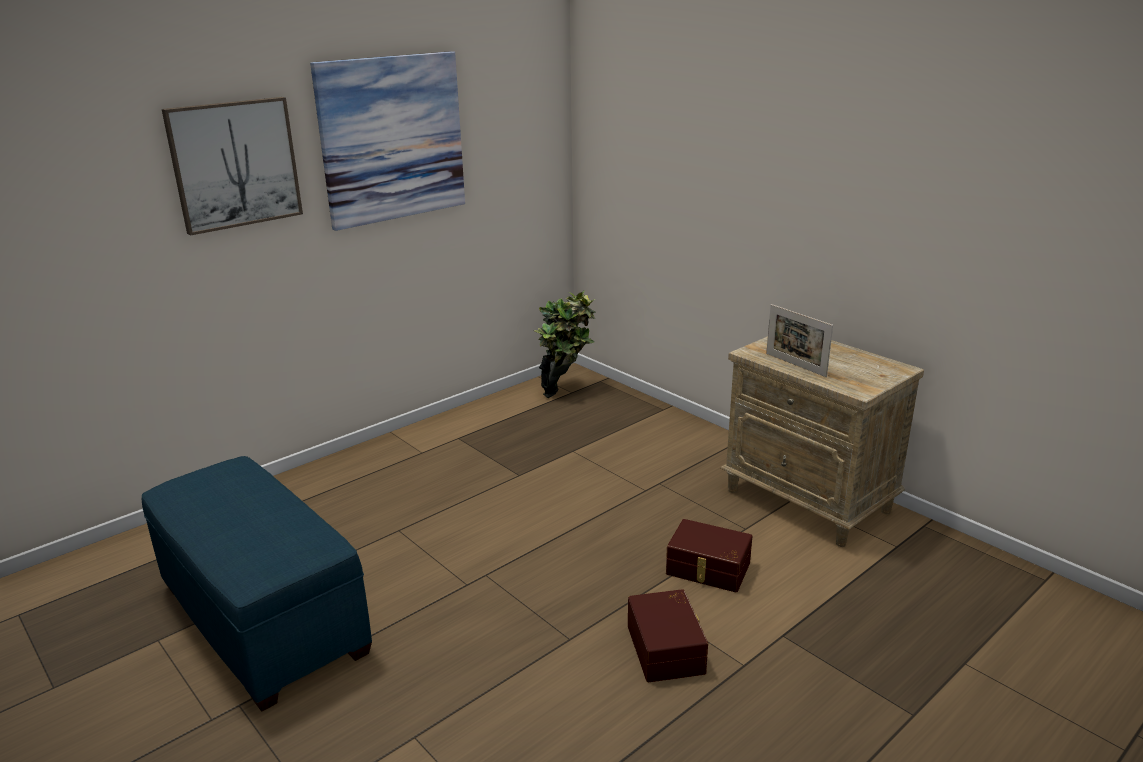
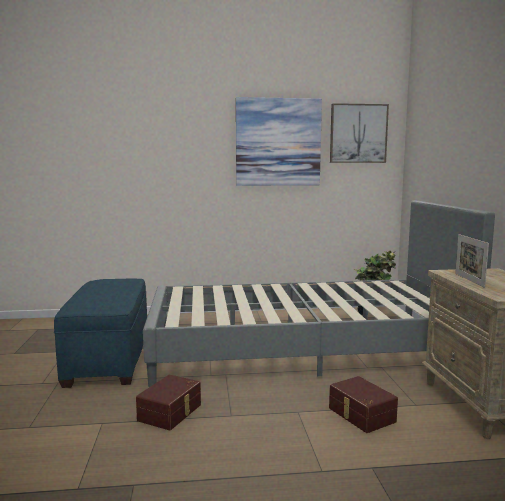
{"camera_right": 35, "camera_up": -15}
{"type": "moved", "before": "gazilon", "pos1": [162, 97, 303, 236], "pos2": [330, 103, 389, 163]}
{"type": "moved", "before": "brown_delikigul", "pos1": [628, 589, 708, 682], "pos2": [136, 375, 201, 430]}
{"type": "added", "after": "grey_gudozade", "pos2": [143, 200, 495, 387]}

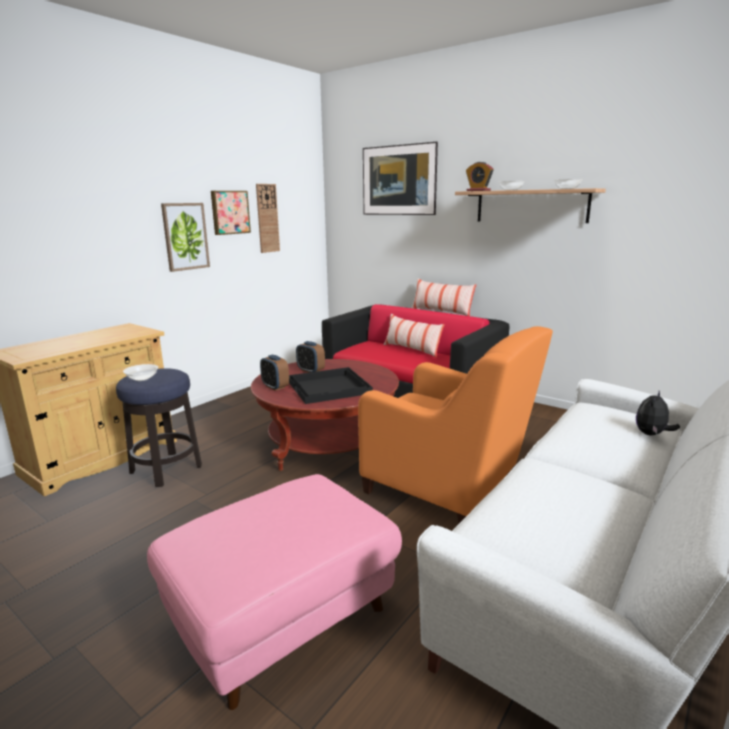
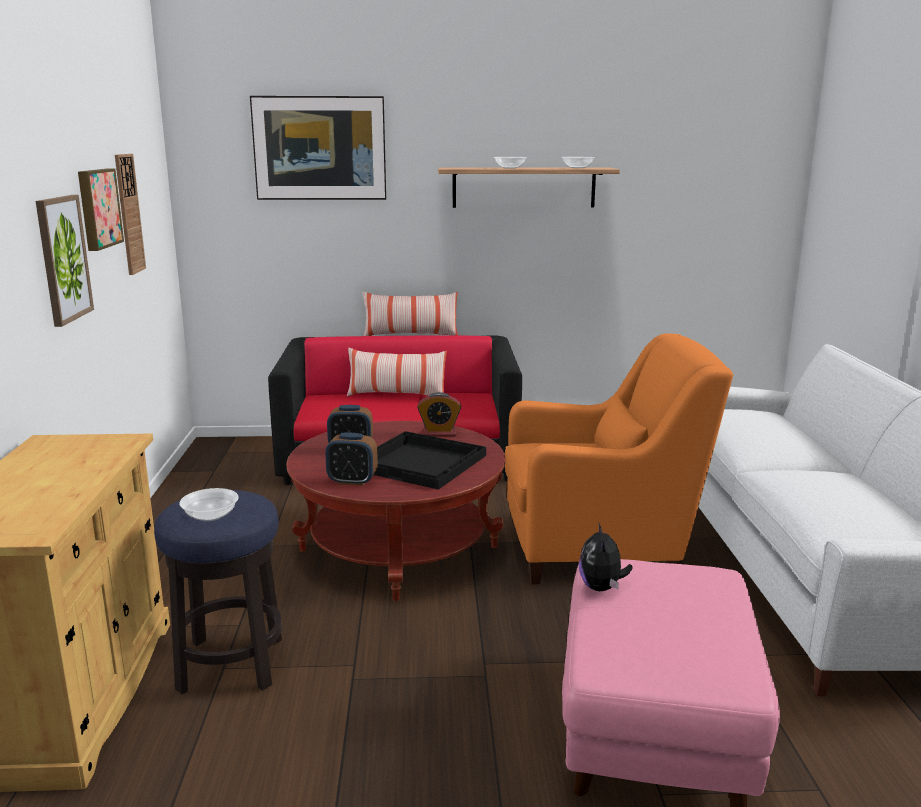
{"camera_right": -40, "camera_up": 0}
{"type": "moved", "before": "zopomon", "pos1": [466, 162, 494, 191], "pos2": [417, 392, 461, 437]}
{"type": "moved", "before": "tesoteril", "pos1": [636, 391, 680, 435], "pos2": [579, 523, 633, 591]}

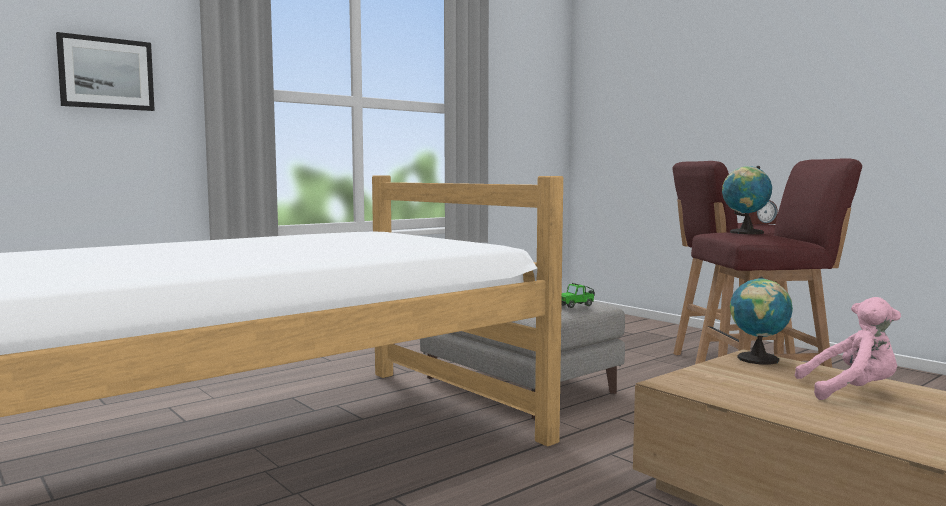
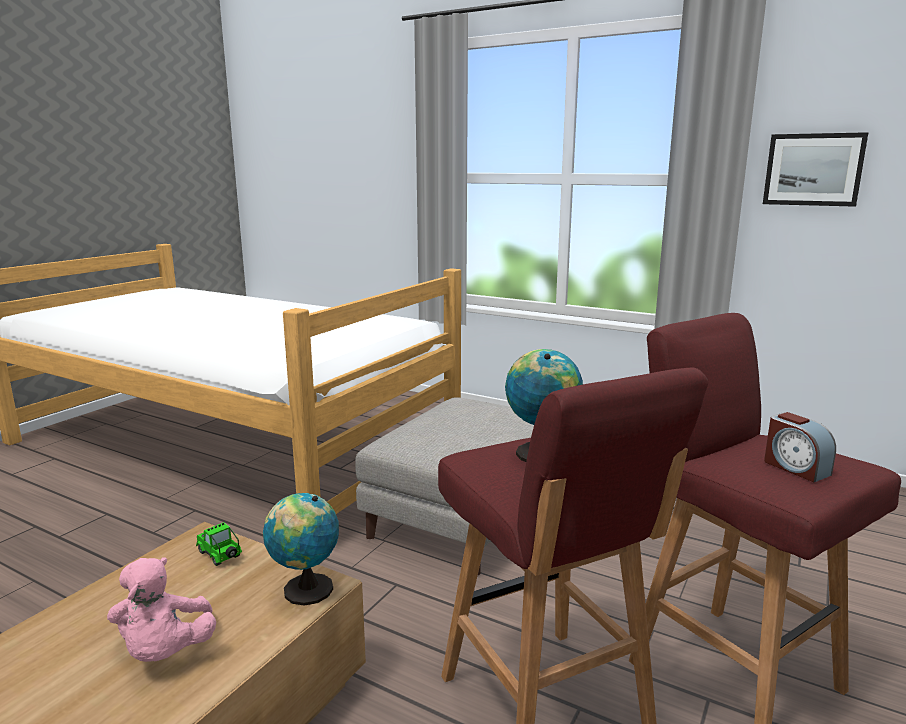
{"camera_right": 70, "camera_up": 10}
{"type": "moved", "before": "gazilon", "pos1": [56, 32, 155, 111], "pos2": [763, 132, 869, 207]}
{"type": "moved", "before": "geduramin", "pos1": [561, 283, 595, 308], "pos2": [196, 522, 242, 566]}

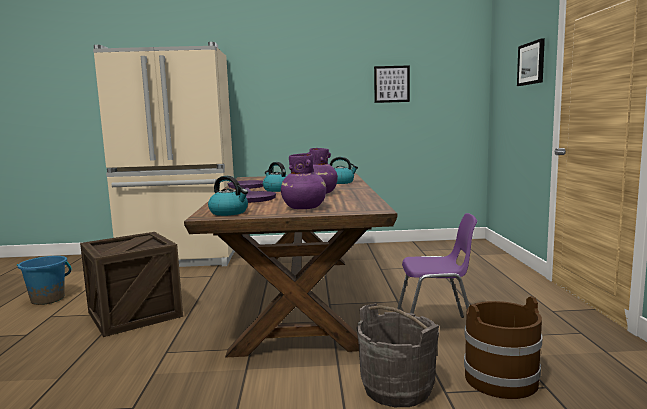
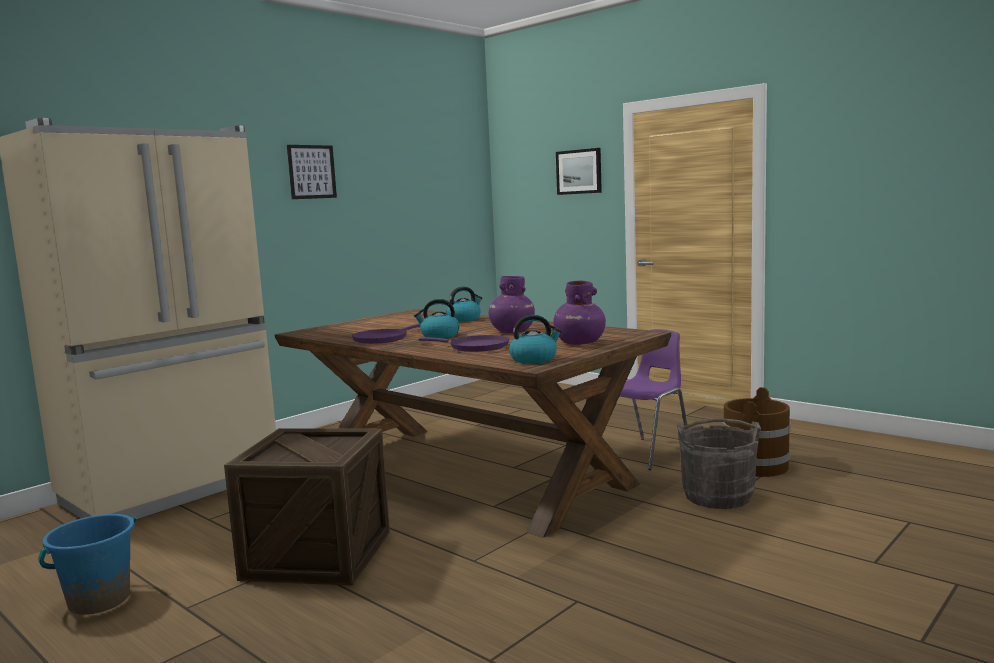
{"camera_right": -45, "camera_up": 0}
{"type": "moved", "before": "gazilon", "pos1": [374, 65, 410, 103], "pos2": [287, 145, 337, 199]}

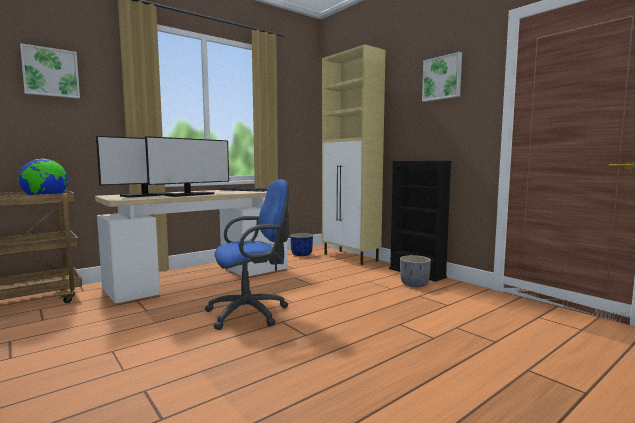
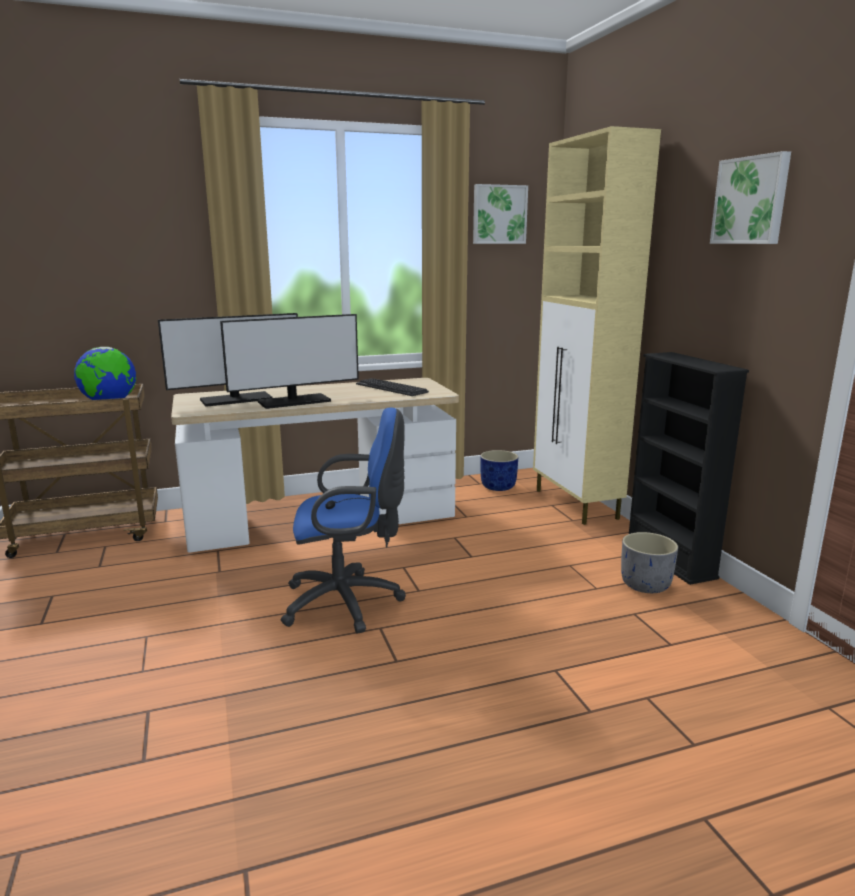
{"camera_right": 20, "camera_up": 10}
{"type": "moved", "before": "gazilon", "pos1": [20, 43, 80, 99], "pos2": [473, 184, 528, 244]}

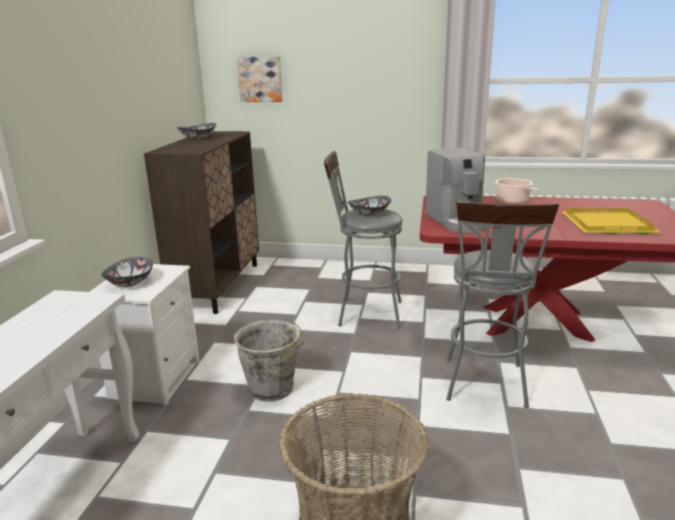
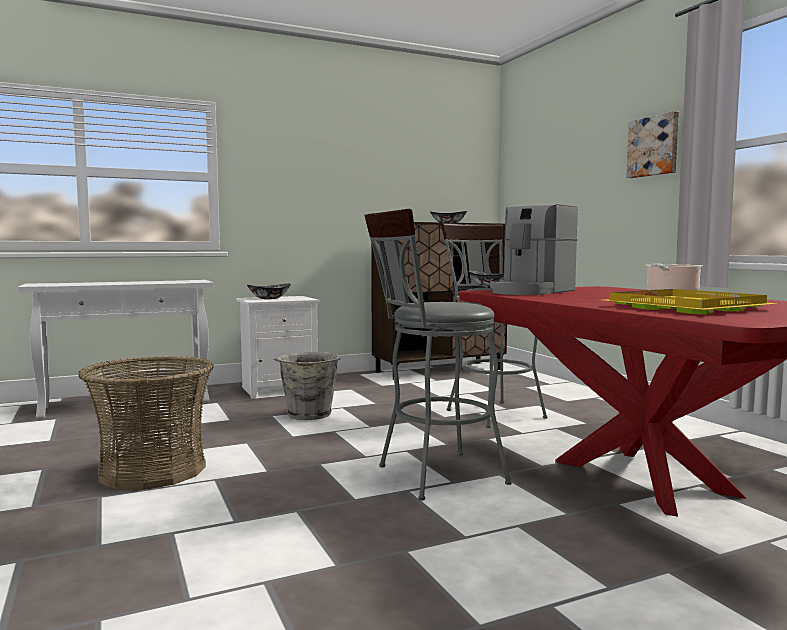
{"camera_right": 55, "camera_up": -15}
{"type": "moved", "before": "gazilon", "pos1": [237, 56, 283, 102], "pos2": [626, 111, 679, 178]}

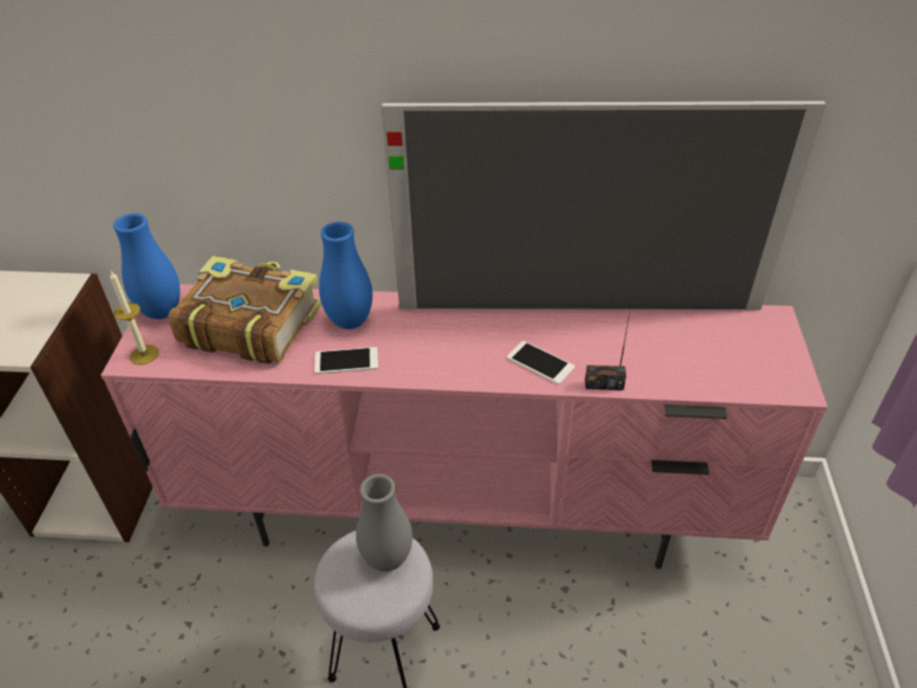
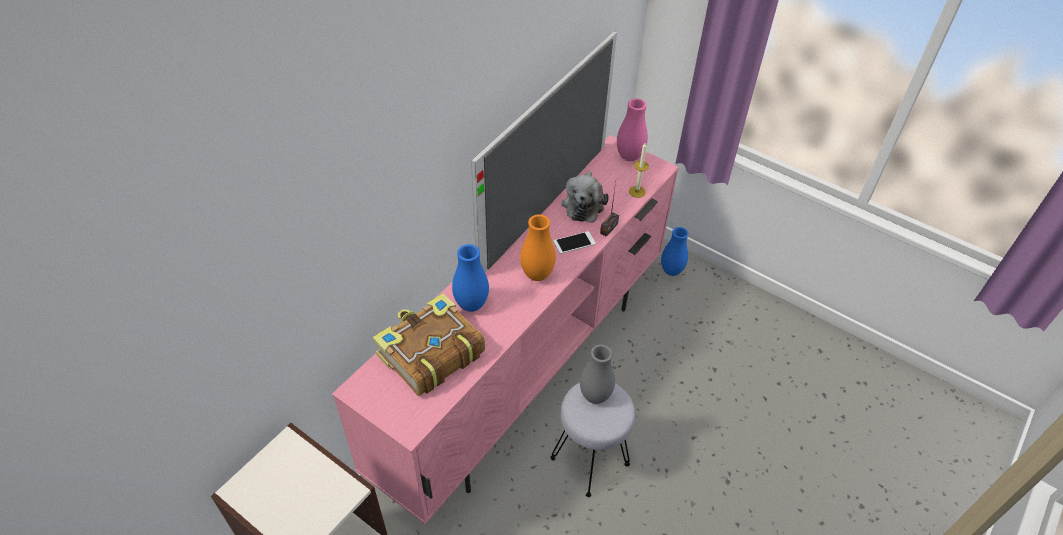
{"camera_right": -60, "camera_up": 5}
{"type": "moved", "before": "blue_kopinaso", "pos1": [113, 213, 180, 319], "pos2": [661, 227, 688, 276]}
{"type": "moved", "before": "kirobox", "pos1": [110, 271, 159, 365], "pos2": [629, 143, 649, 198]}
{"type": "removed", "before": "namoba", "pos1": [315, 347, 378, 374]}
{"type": "added", "after": "pink_kopinaso", "pos2": [617, 99, 648, 161]}
{"type": "added", "after": "tesoteril", "pos2": [561, 171, 609, 223]}
{"type": "added", "after": "orange_kopinaso", "pos2": [520, 214, 556, 281]}

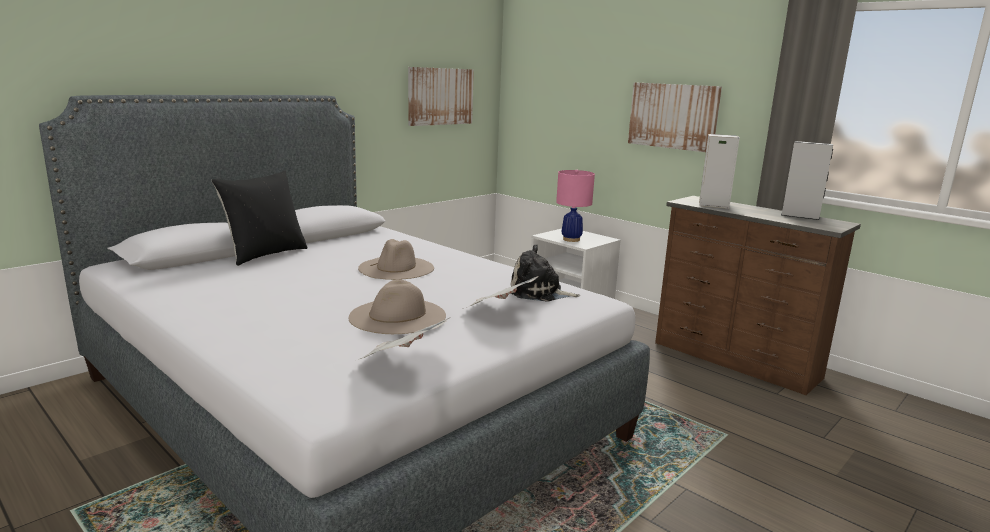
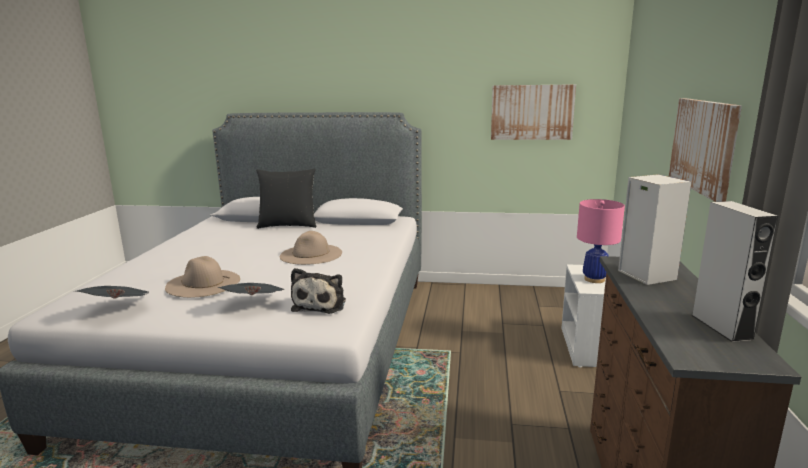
{"camera_right": 55, "camera_up": 0}
{"type": "turned", "before": "tesoteril", "pos1": [510, 244, 580, 302], "pos2": [291, 268, 346, 314], "turn": -150}

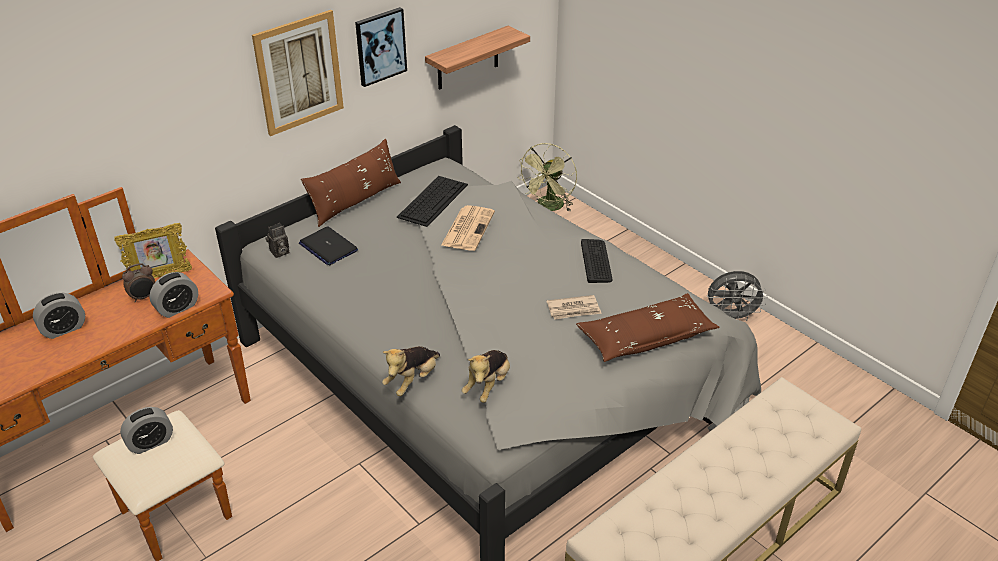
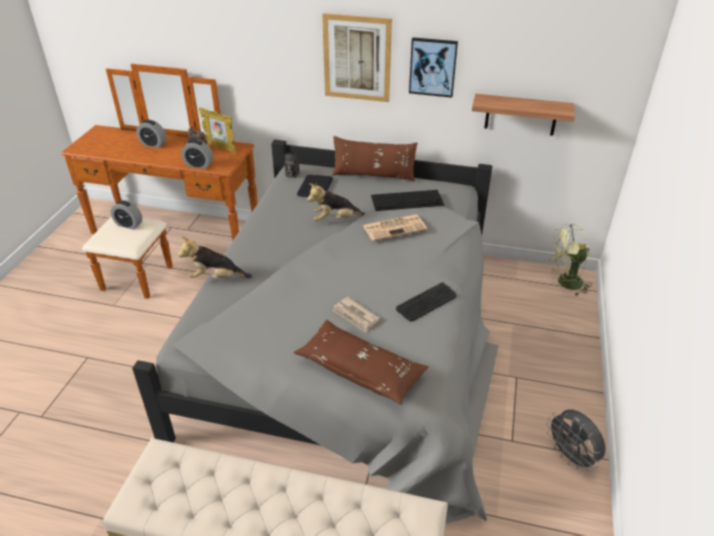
{"camera_right": 55, "camera_up": 0}
{"type": "moved", "before": "tesoteril", "pos1": [462, 350, 510, 403], "pos2": [307, 183, 365, 221]}

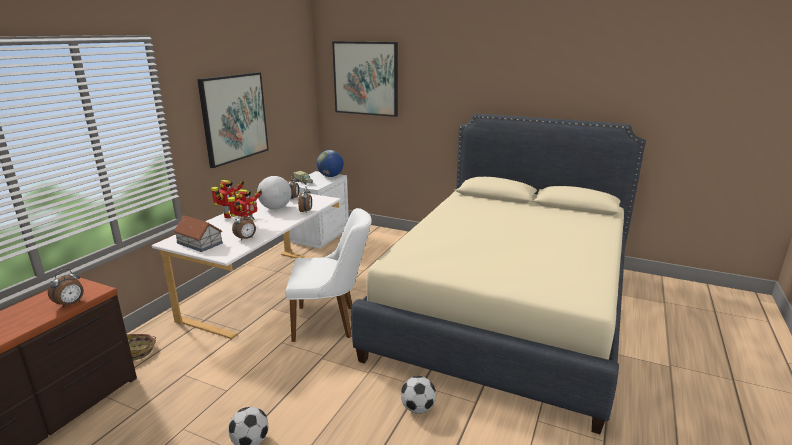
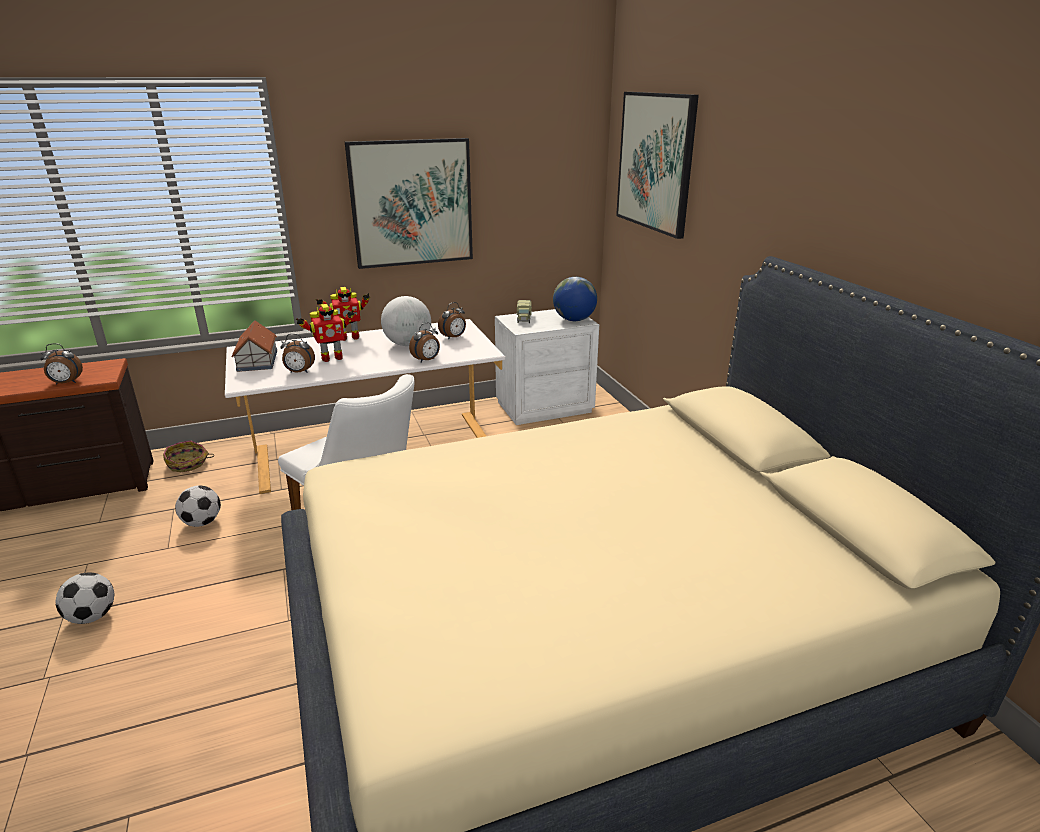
{"camera_right": 45, "camera_up": 5}
{"type": "moved", "before": "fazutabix", "pos1": [401, 376, 436, 414], "pos2": [175, 485, 221, 527]}

